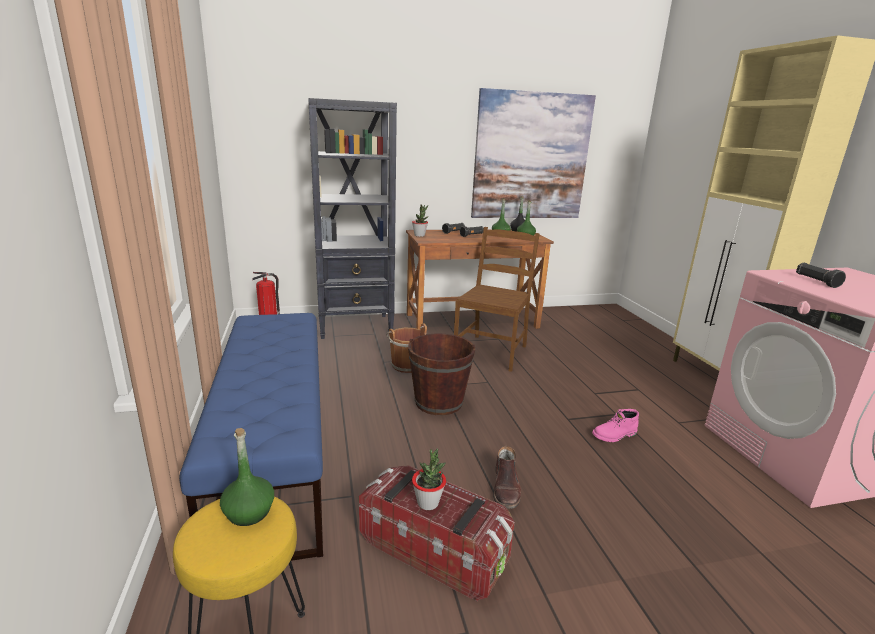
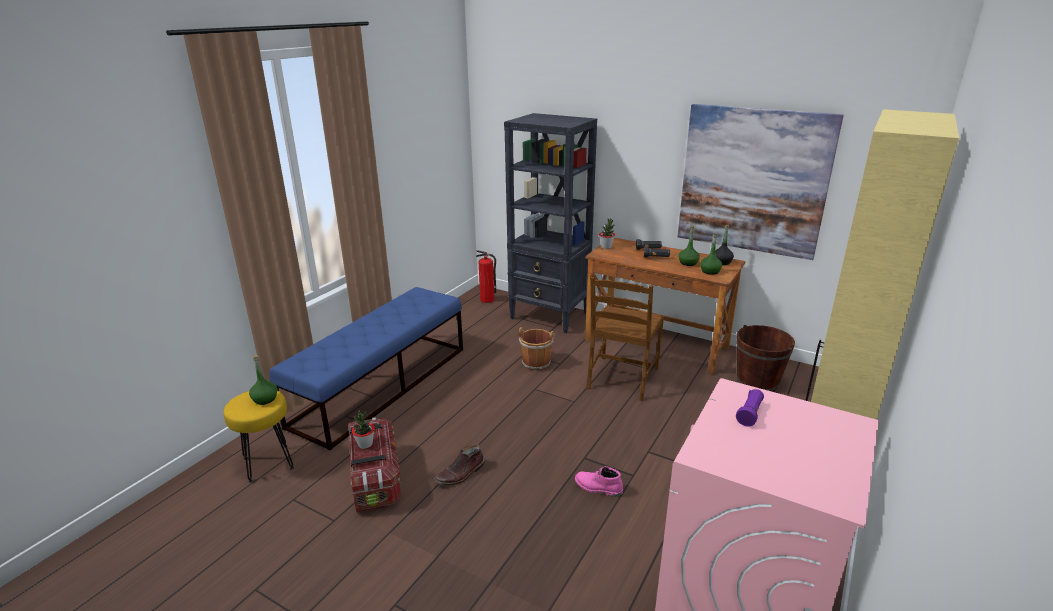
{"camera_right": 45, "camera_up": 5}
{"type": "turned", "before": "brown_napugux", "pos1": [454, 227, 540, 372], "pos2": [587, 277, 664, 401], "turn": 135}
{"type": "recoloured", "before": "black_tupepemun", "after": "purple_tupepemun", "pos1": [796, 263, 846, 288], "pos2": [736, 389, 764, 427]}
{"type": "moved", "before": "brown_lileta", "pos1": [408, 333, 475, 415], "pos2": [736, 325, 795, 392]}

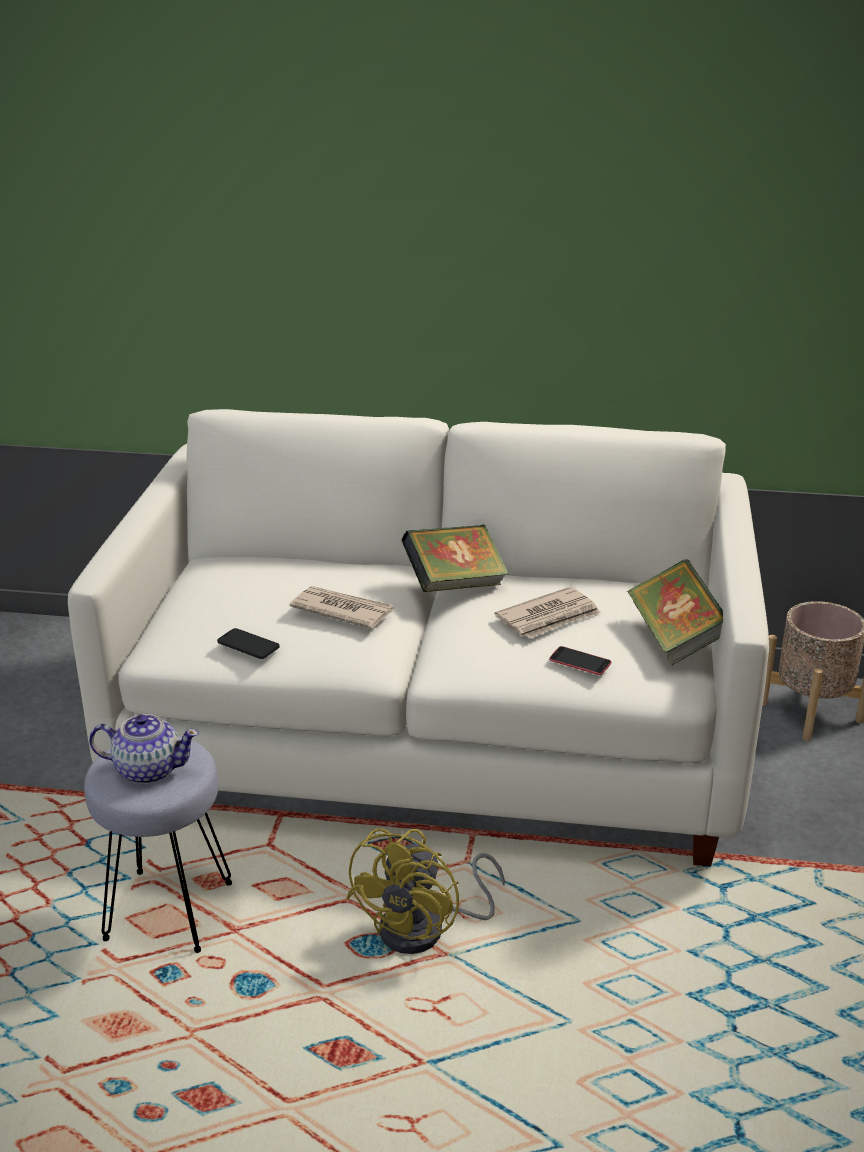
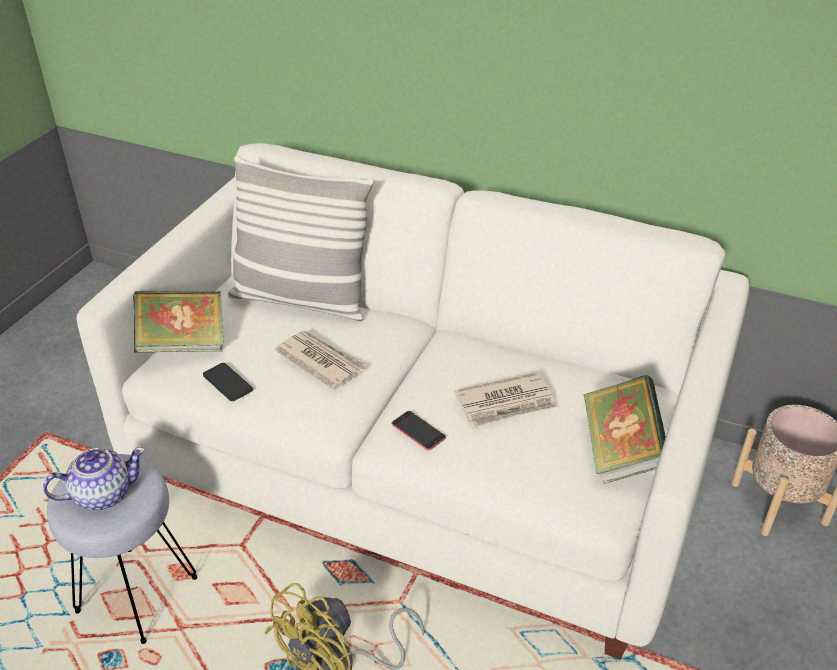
{"camera_right": 15, "camera_up": 10}
{"type": "moved", "before": "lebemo", "pos1": [401, 525, 509, 592], "pos2": [133, 291, 224, 353]}
{"type": "moved", "before": "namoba", "pos1": [549, 646, 611, 675], "pos2": [392, 411, 446, 450]}
{"type": "turned", "before": "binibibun", "pos1": [89, 714, 199, 784], "pos2": [43, 447, 145, 510], "turn": -45}
{"type": "added", "after": "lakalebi", "pos2": [228, 156, 374, 321]}

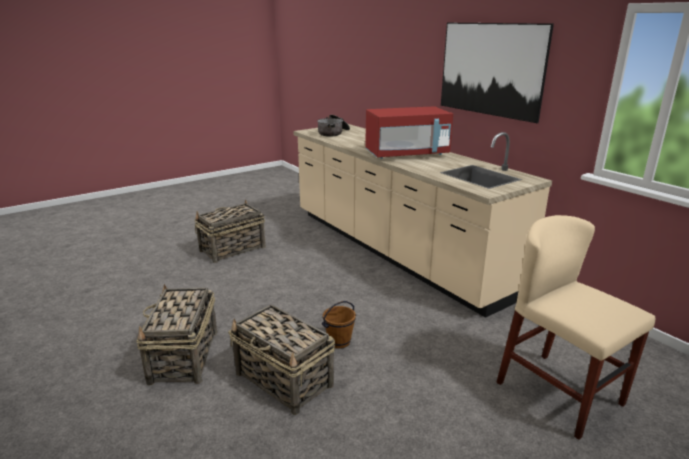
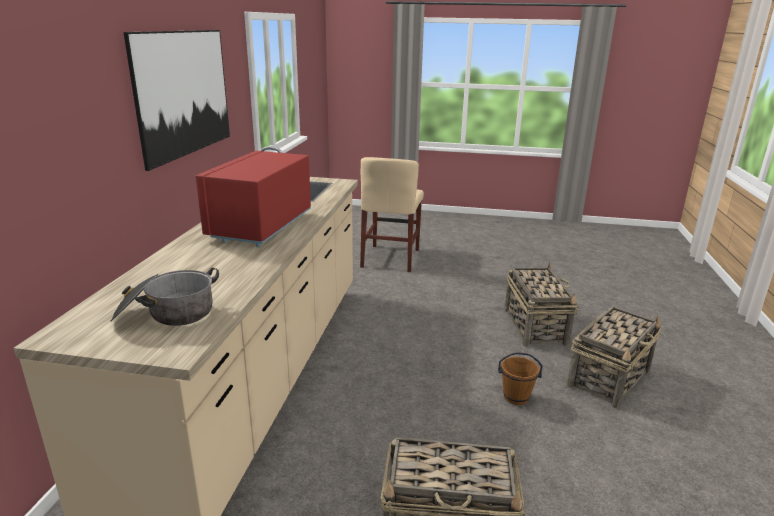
{"camera_right": -135, "camera_up": 0}
{"type": "turned", "before": "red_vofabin", "pos1": [365, 107, 453, 159], "pos2": [196, 151, 311, 247], "turn": -105}
{"type": "moved", "before": "brown_lileta", "pos1": [322, 301, 356, 349], "pos2": [498, 352, 543, 405]}

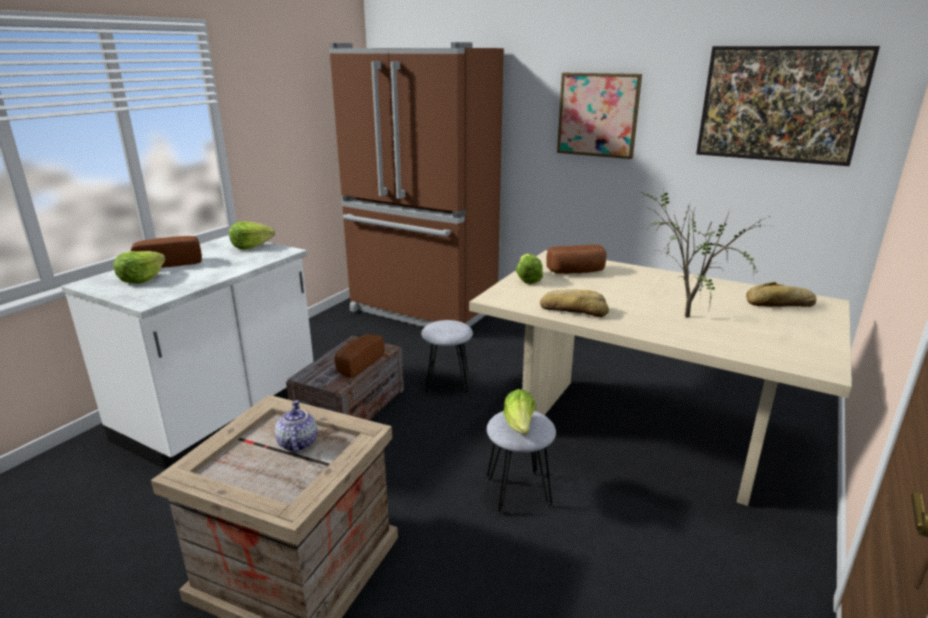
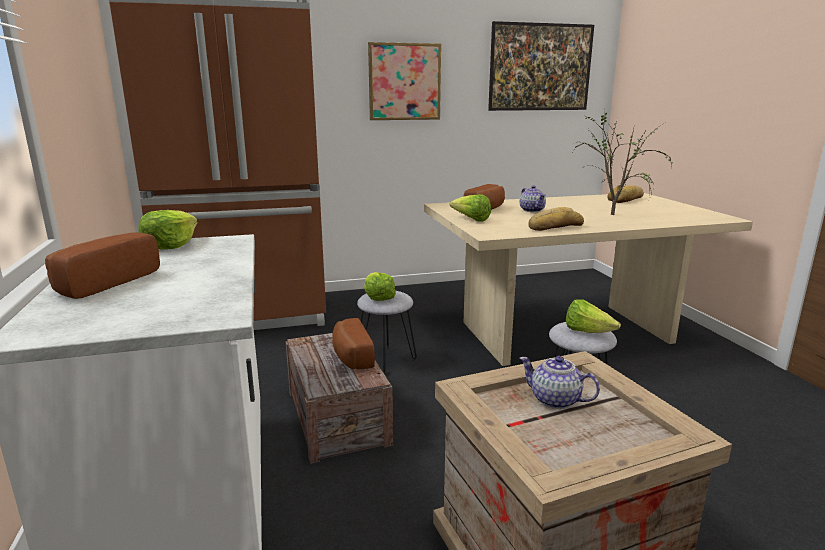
{"camera_right": -45, "camera_up": -5}
{"type": "moved", "before": "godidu", "pos1": [114, 251, 166, 284], "pos2": [364, 272, 396, 301]}
{"type": "added", "after": "binibibun", "pos2": [520, 185, 546, 212]}

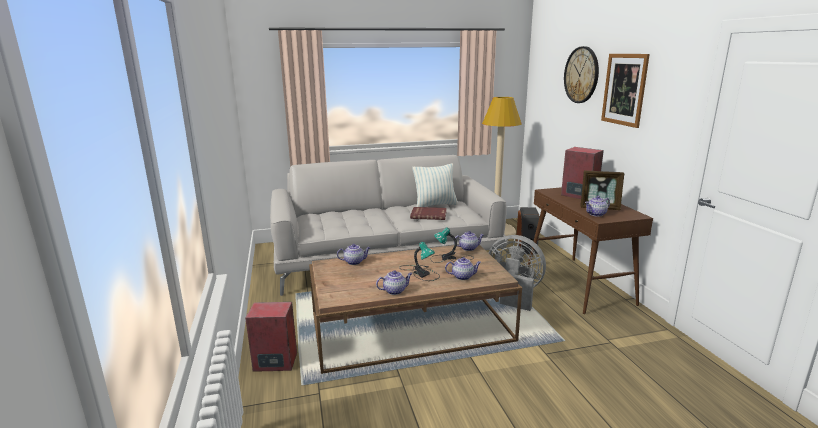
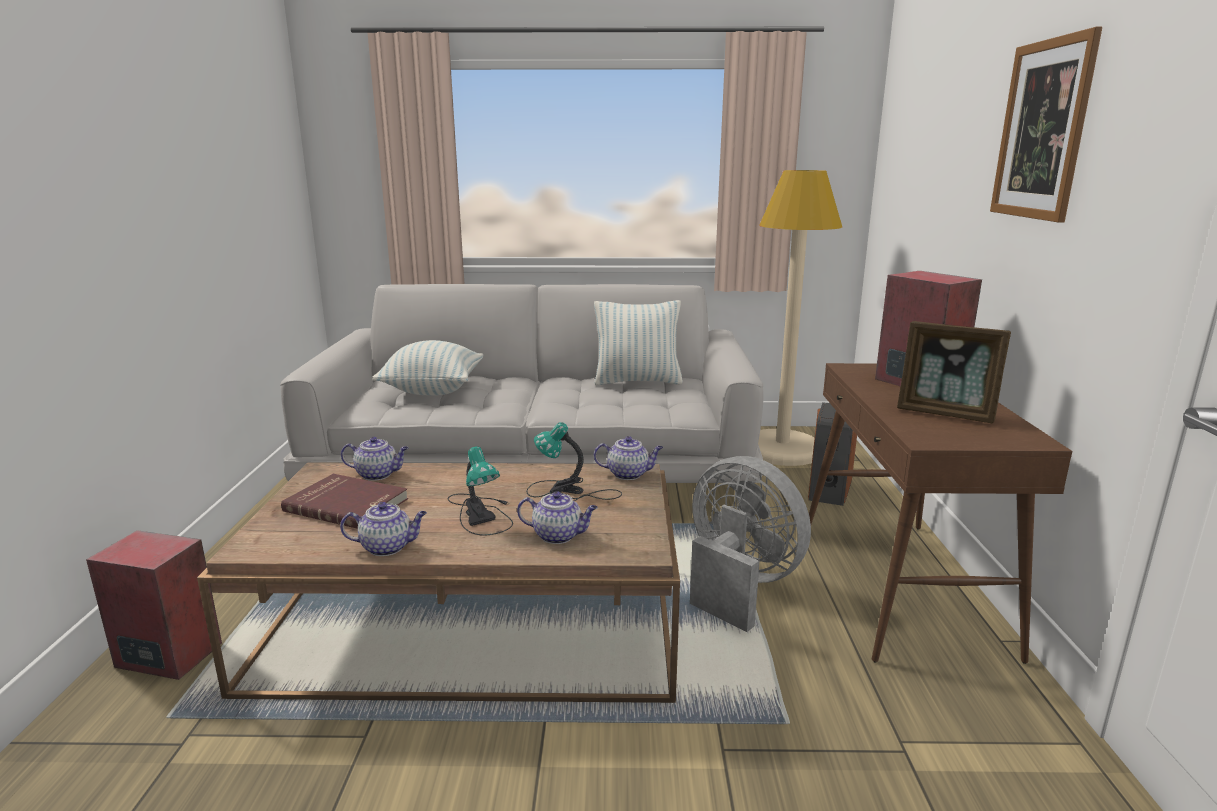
{"camera_right": 15, "camera_up": 0}
{"type": "removed", "before": "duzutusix", "pos1": [564, 46, 599, 103]}
{"type": "removed", "before": "binibibun", "pos1": [585, 196, 610, 217]}
{"type": "moved", "before": "red_lebemo", "pos1": [410, 207, 447, 220], "pos2": [281, 474, 408, 529]}
{"type": "added", "after": "lakalebi", "pos2": [372, 340, 483, 396]}

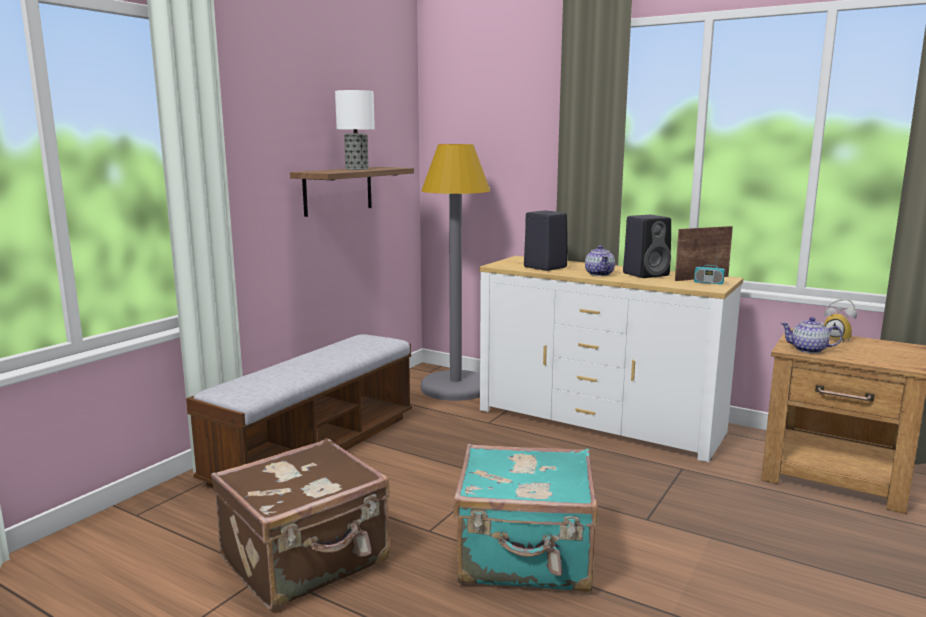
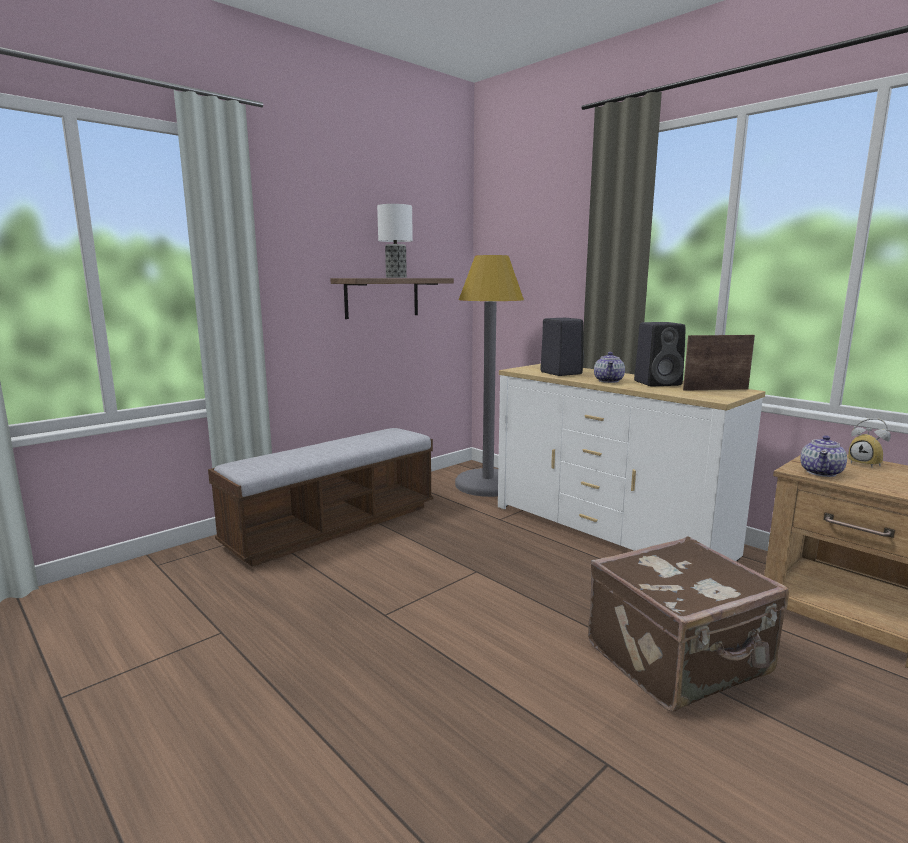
{"camera_right": 15, "camera_up": 0}
{"type": "removed", "before": "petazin", "pos1": [694, 251, 725, 285]}
{"type": "turned", "before": "binibibun", "pos1": [780, 317, 843, 353], "pos2": [800, 435, 847, 477], "turn": -90}
{"type": "moved", "before": "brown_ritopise", "pos1": [211, 438, 390, 610], "pos2": [588, 536, 789, 711]}
{"type": "removed", "before": "turquoise_ritopise", "pos1": [453, 444, 598, 592]}

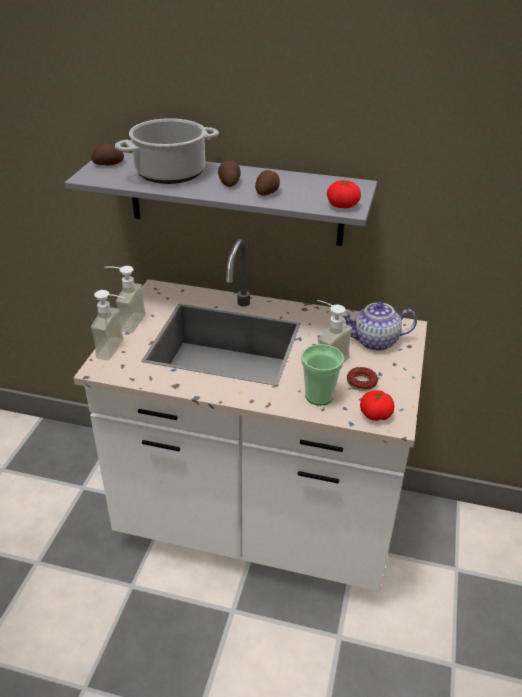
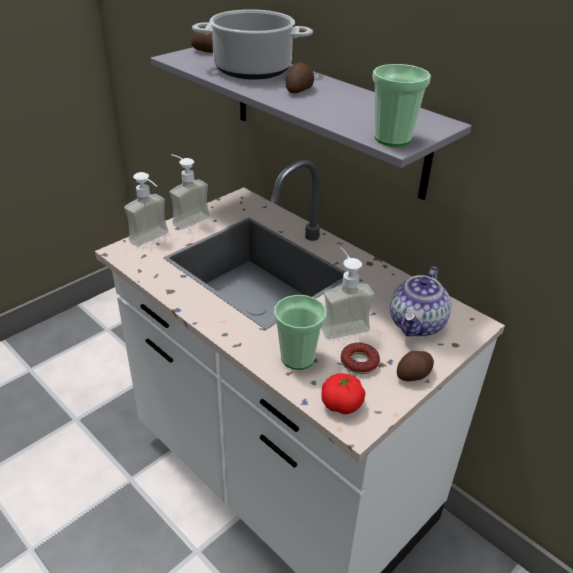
{"camera_right": 30, "camera_up": 0}
{"type": "moved", "before": "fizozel", "pos1": [255, 170, 280, 196], "pos2": [397, 351, 434, 381]}
{"type": "replaced", "before": "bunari", "after": "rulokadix", "pos1": [327, 180, 361, 208], "pos2": [372, 64, 431, 146]}
{"type": "turned", "before": "binibibun", "pos1": [340, 302, 417, 351], "pos2": [390, 267, 451, 337], "turn": -90}

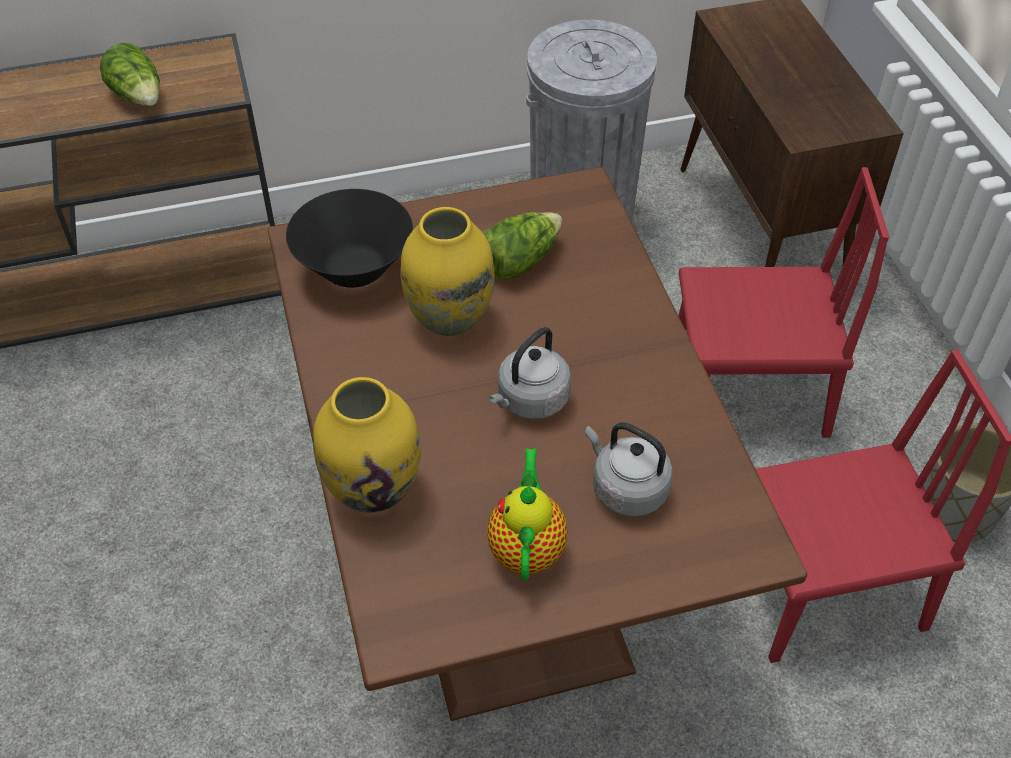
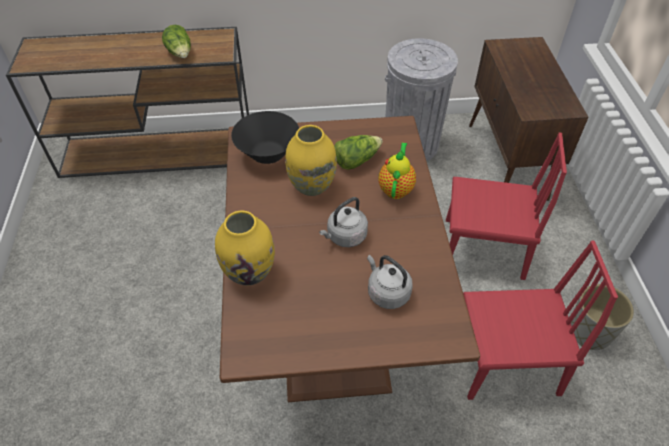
{"camera_right": 10, "camera_up": 0}
{"type": "moved", "before": "binibibun", "pos1": [487, 448, 568, 581], "pos2": [378, 142, 416, 199]}

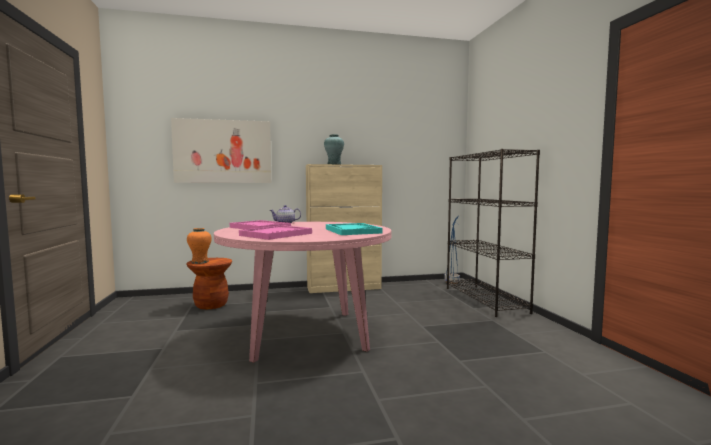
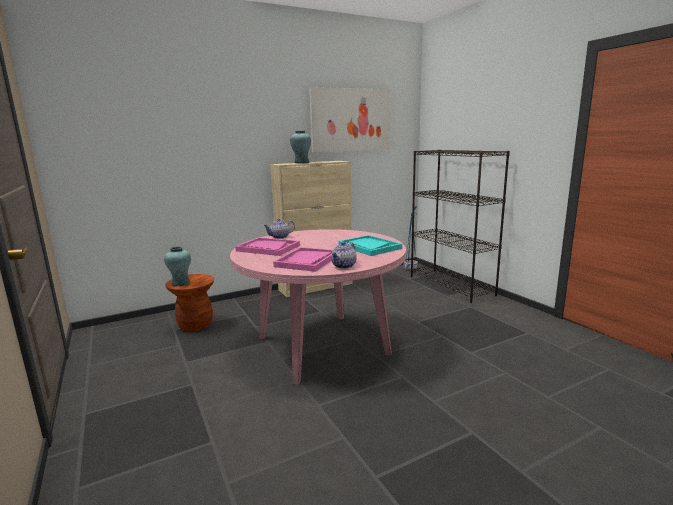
{"camera_right": -15, "camera_up": 10}
{"type": "moved", "before": "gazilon", "pos1": [171, 118, 271, 183], "pos2": [309, 87, 390, 152]}
{"type": "recoloured", "before": "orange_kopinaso", "after": "turquoise_kopinaso", "pos1": [187, 228, 212, 264], "pos2": [164, 246, 191, 286]}
{"type": "added", "after": "binibibun", "pos2": [331, 242, 357, 269]}

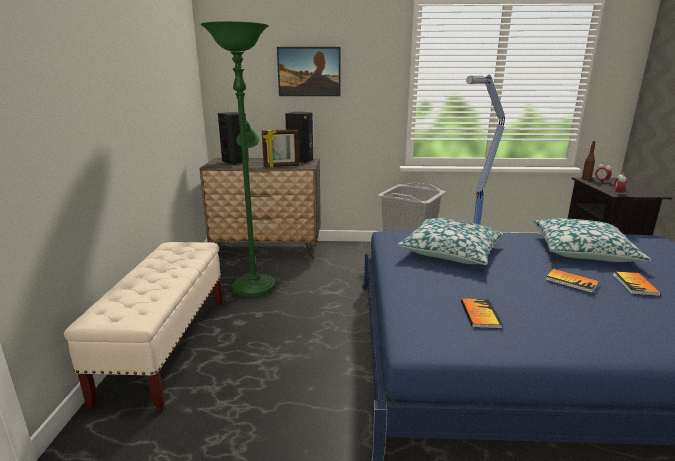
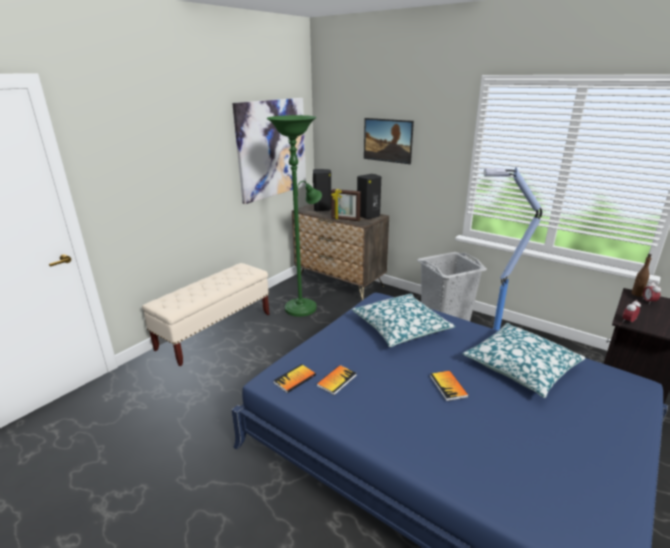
{"camera_right": 35, "camera_up": 5}
{"type": "moved", "before": "lebemo", "pos1": [613, 271, 661, 296], "pos2": [273, 364, 316, 393]}
{"type": "added", "after": "gazilon", "pos2": [233, 98, 306, 204]}

